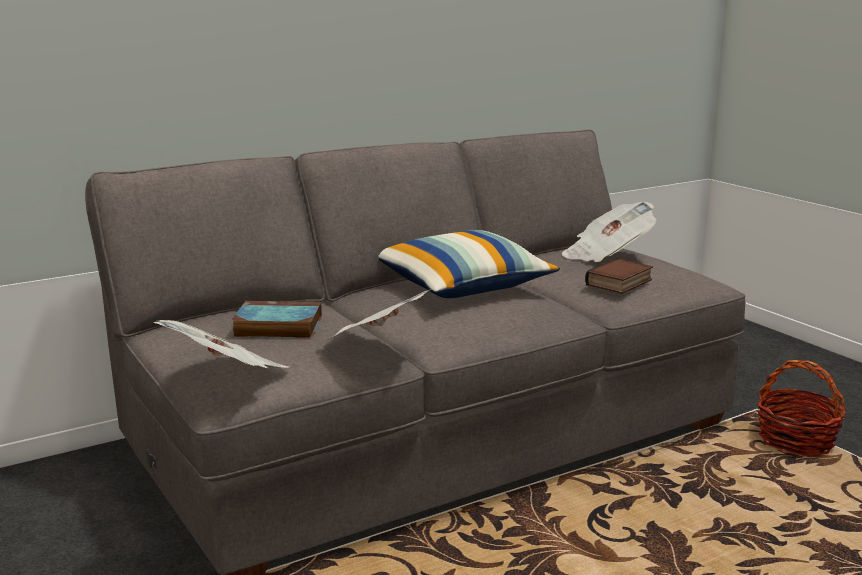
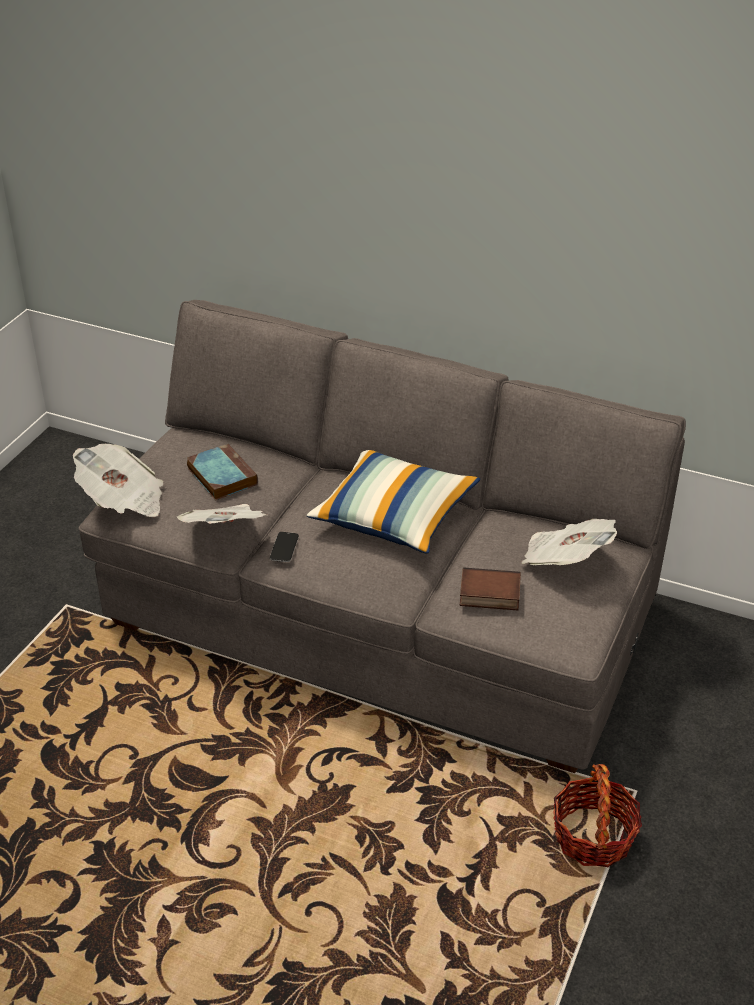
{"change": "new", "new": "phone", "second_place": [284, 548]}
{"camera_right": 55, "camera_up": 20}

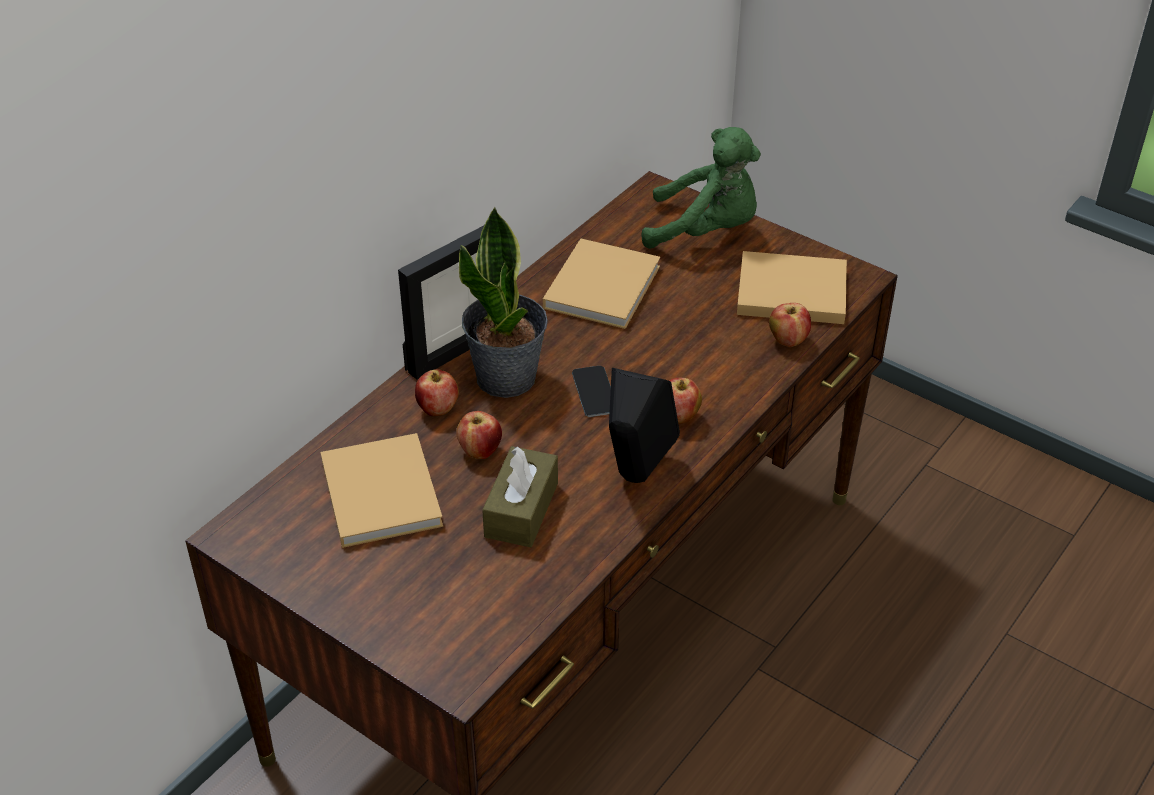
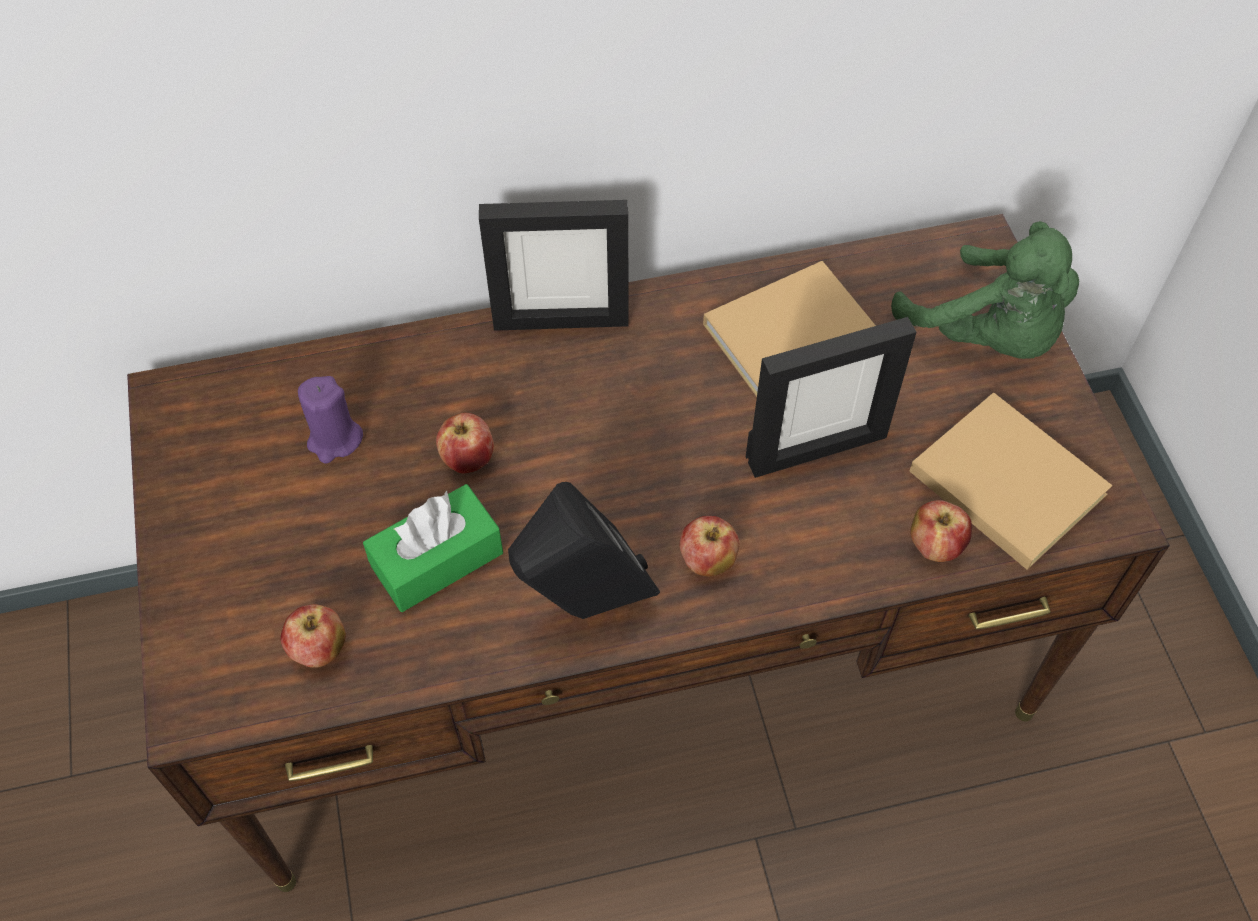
{"change": "gone", "old": "potted plant", "first_place": [507, 377]}
{"change": "gone", "old": "phone", "first_place": [594, 392]}
{"change": "new", "new": "standing frame", "second_place": [816, 447]}
{"change": "shifted", "old": "whole apple", "first_place": [437, 409], "second_place": [319, 650]}
{"change": "swapped", "old": "book in beige", "new": "candle in purple", "first_place": [380, 490], "second_place": [334, 439]}
{"change": "repainted", "old": "tissue holder in brown", "new": "tissue holder in greenish", "first_place": [521, 510], "second_place": [437, 560]}
{"camera_right": 40, "camera_up": 15}

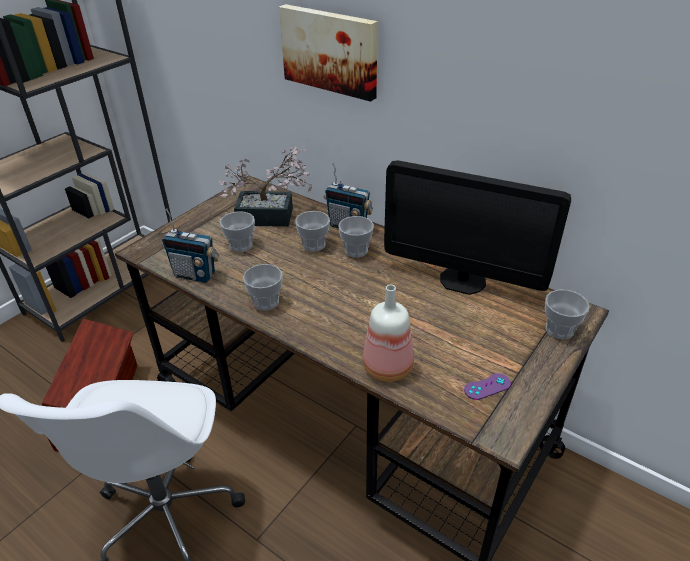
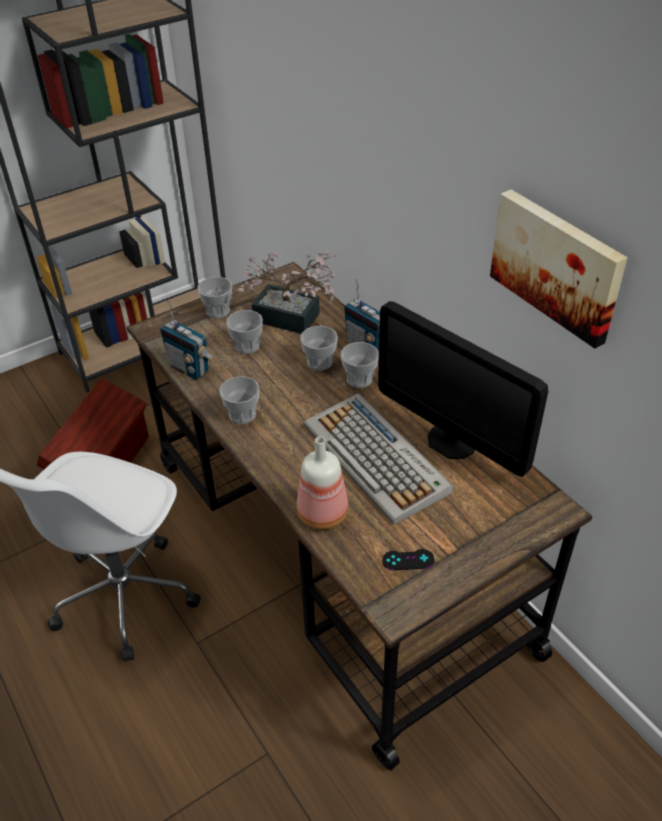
{"change": "new", "new": "PC keyboard", "second_place": [377, 459]}
{"change": "shifted", "old": "wall art", "first_place": [330, 50], "second_place": [557, 265]}
{"change": "shifted", "old": "drinking cup", "first_place": [559, 330], "second_place": [218, 311]}
{"change": "repainted", "old": "joypad in purple", "new": "joypad in black-coloured", "first_place": [487, 386], "second_place": [408, 560]}
{"camera_right": 20, "camera_up": 5}

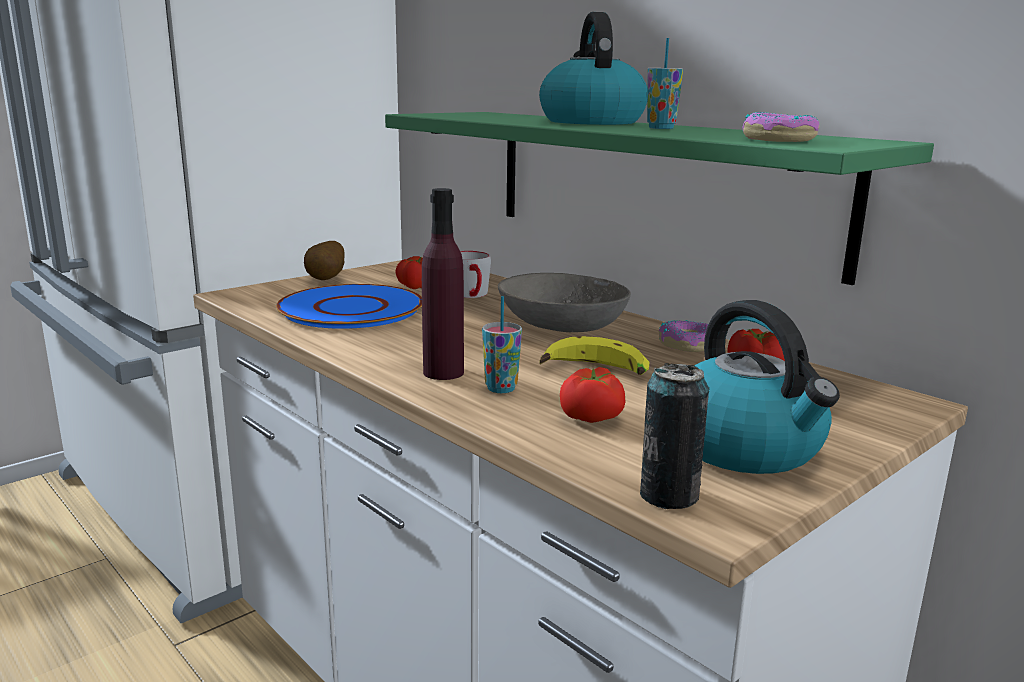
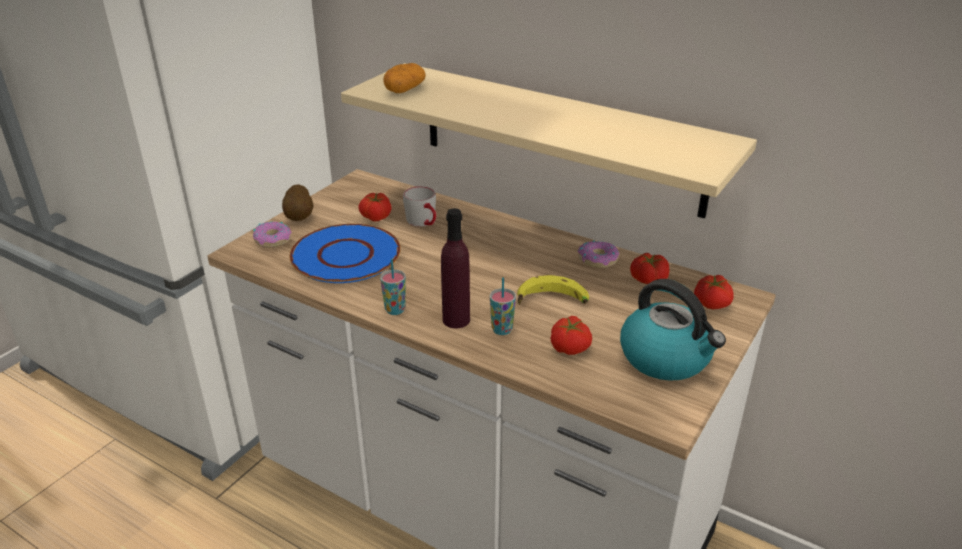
{"change": "gone", "old": "bowl in gray", "first_place": [562, 324]}
{"change": "gone", "old": "kettle", "first_place": [590, 122]}
{"change": "gone", "old": "sealed can", "first_place": [669, 495]}
{"change": "new", "new": "spud", "second_place": [404, 90]}
{"change": "new", "new": "whole tomato", "second_place": [712, 303]}
{"change": "shifted", "old": "drinking cup", "first_place": [661, 128], "second_place": [395, 310]}
{"change": "shifted", "old": "donut", "first_place": [778, 140], "second_place": [273, 240]}
{"change": "repainted", "old": "bracket shelf in greenish", "new": "bracket shelf in beige", "first_place": [654, 185], "second_place": [559, 138]}
{"camera_right": -15, "camera_up": 15}

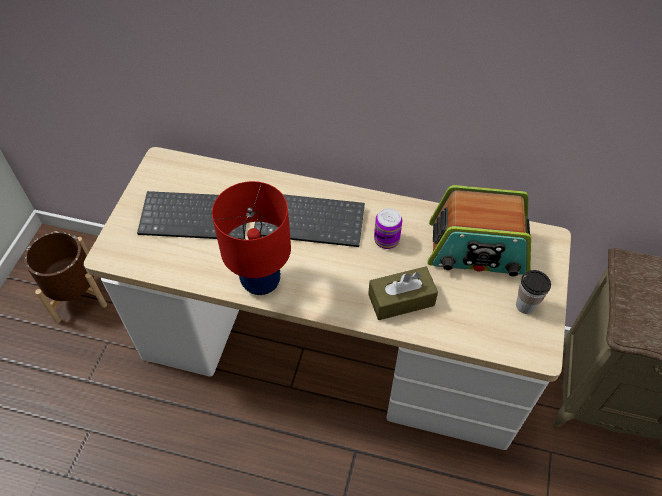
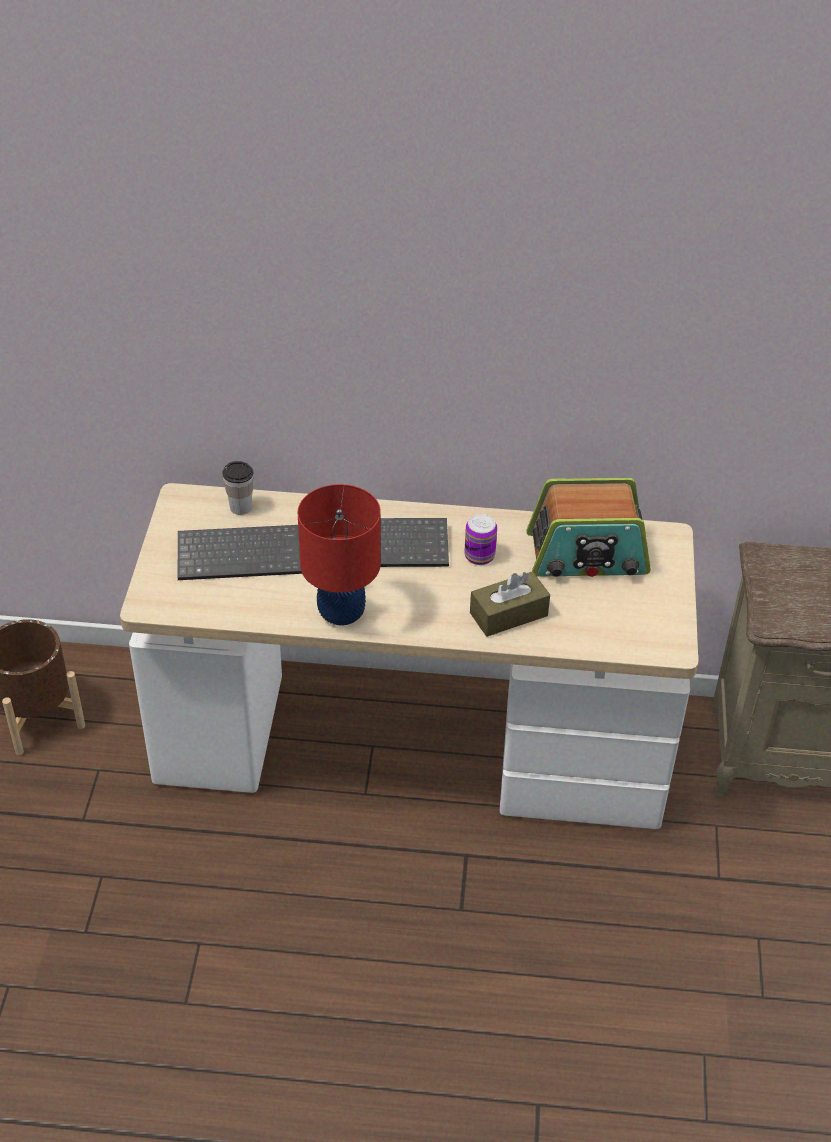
{"change": "shifted", "old": "drinking cup", "first_place": [525, 305], "second_place": [240, 507]}
{"camera_right": -10, "camera_up": -10}

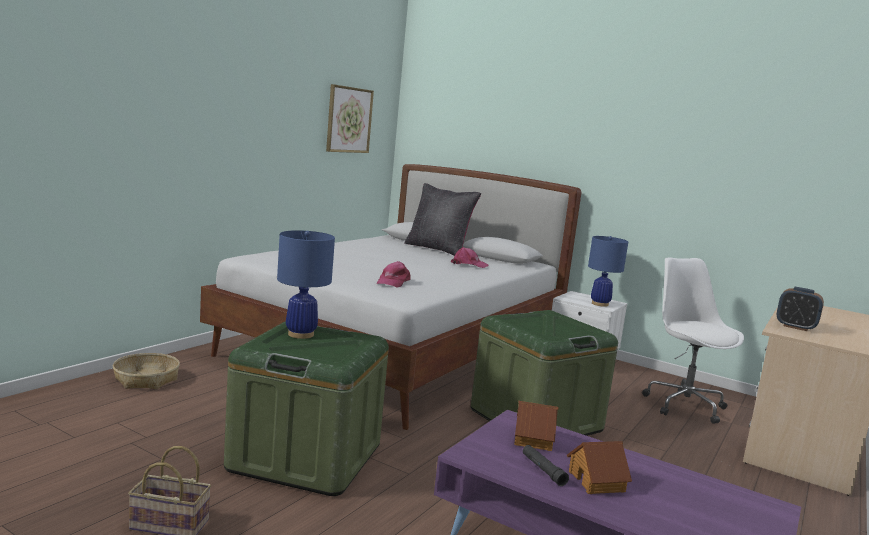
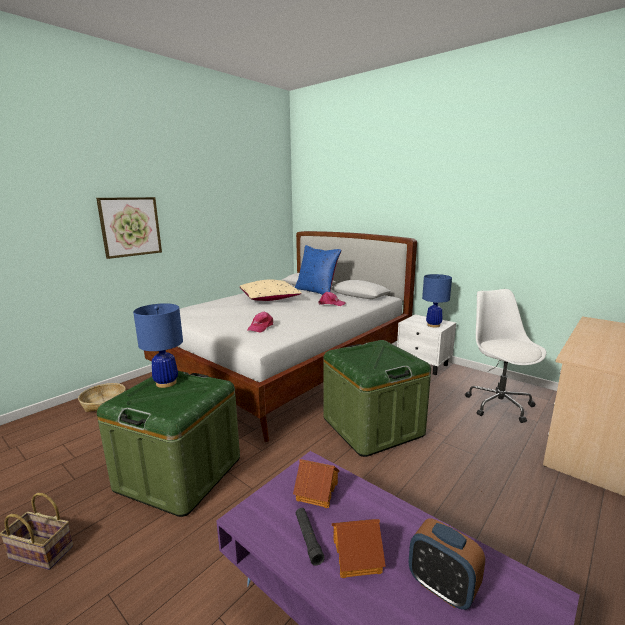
{"change": "new", "new": "throw pillow in beige", "second_place": [269, 299]}
{"change": "shifted", "old": "wall art", "first_place": [349, 120], "second_place": [130, 226]}
{"change": "shifted", "old": "bedside clock", "first_place": [795, 327], "second_place": [442, 587]}
{"change": "repainted", "old": "throw pillow in black-coloured", "new": "throw pillow in blue-coloured", "first_place": [438, 249], "second_place": [316, 291]}
{"camera_right": 10, "camera_up": 5}

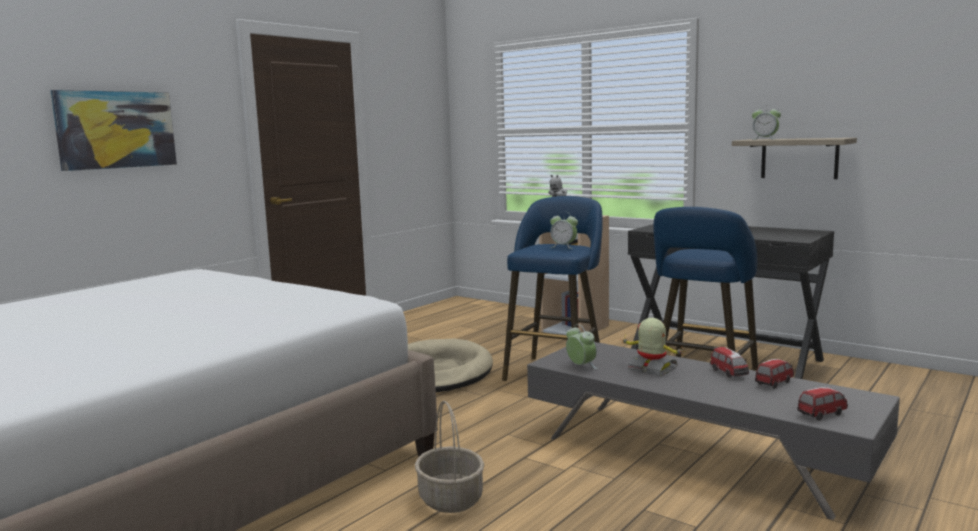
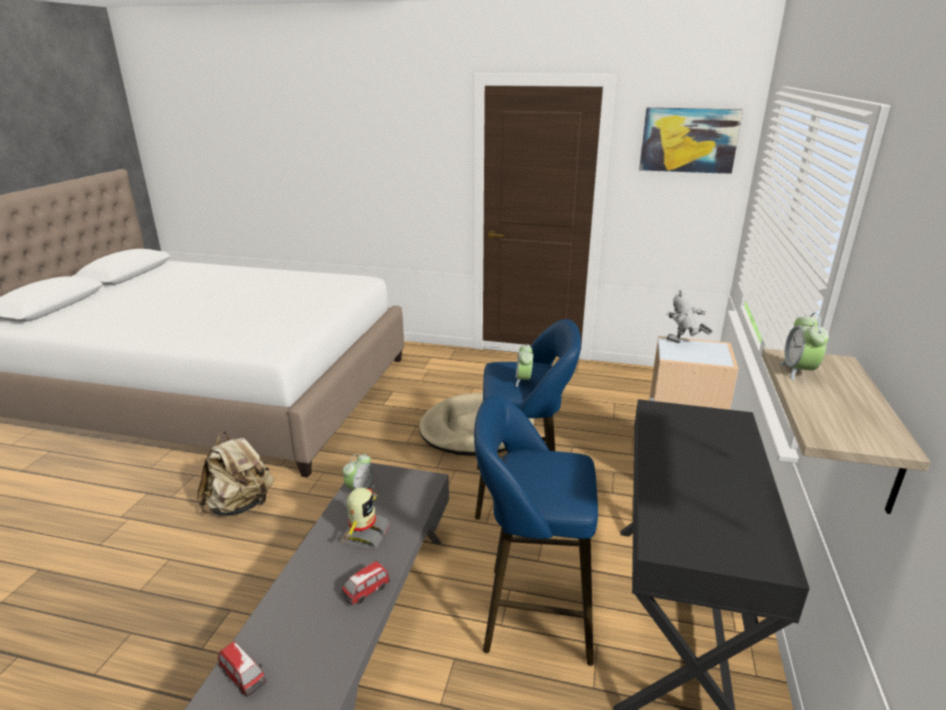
{"change": "gone", "old": "miniature car", "first_place": [774, 383]}
{"change": "shifted", "old": "wall art", "first_place": [116, 129], "second_place": [688, 140]}
{"change": "swapped", "old": "storage basket", "new": "rucksack in beige", "first_place": [450, 499], "second_place": [240, 505]}
{"camera_right": 65, "camera_up": 15}

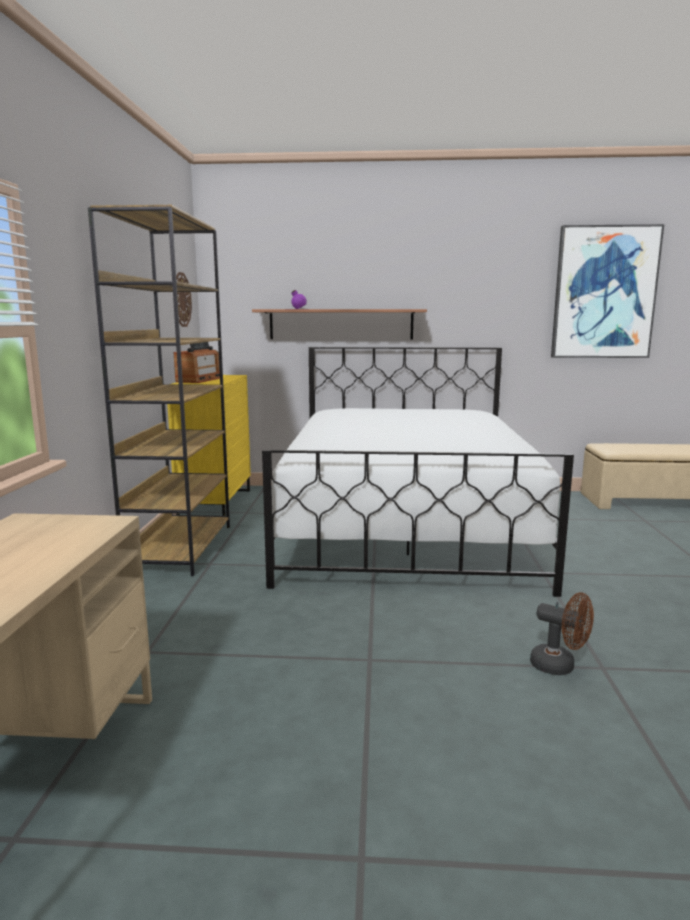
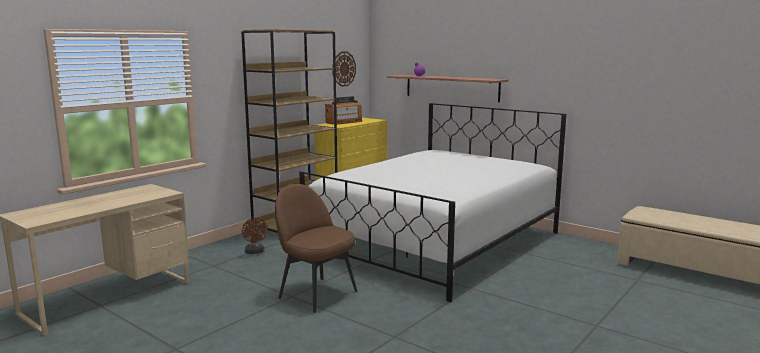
{"change": "gone", "old": "wall art", "first_place": [604, 293]}
{"change": "new", "new": "chair in brown", "second_place": [316, 293]}
{"change": "shifted", "old": "fan in brown", "first_place": [559, 666], "second_place": [255, 252]}
{"camera_right": 35, "camera_up": 0}

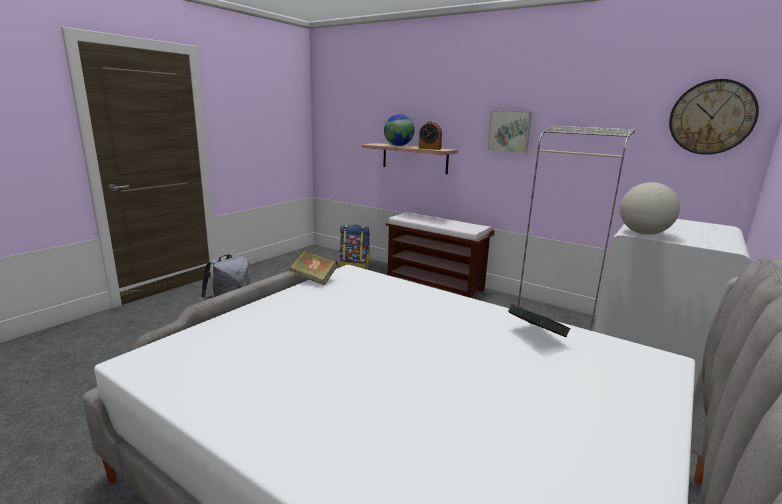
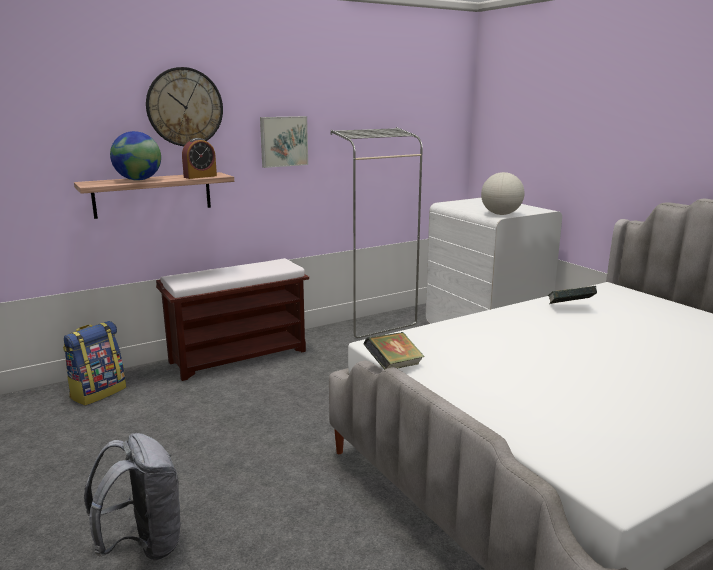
{"change": "shifted", "old": "hanging clock", "first_place": [711, 117], "second_place": [184, 107]}
{"camera_right": -65, "camera_up": 0}

